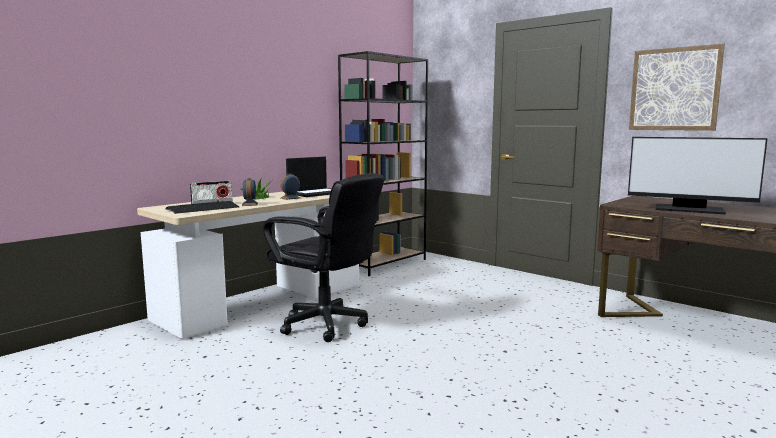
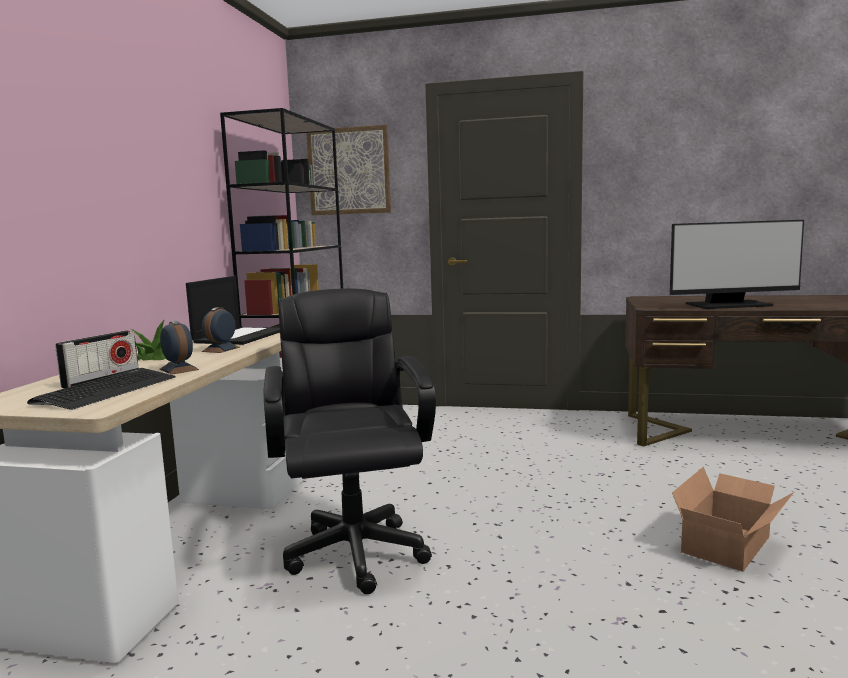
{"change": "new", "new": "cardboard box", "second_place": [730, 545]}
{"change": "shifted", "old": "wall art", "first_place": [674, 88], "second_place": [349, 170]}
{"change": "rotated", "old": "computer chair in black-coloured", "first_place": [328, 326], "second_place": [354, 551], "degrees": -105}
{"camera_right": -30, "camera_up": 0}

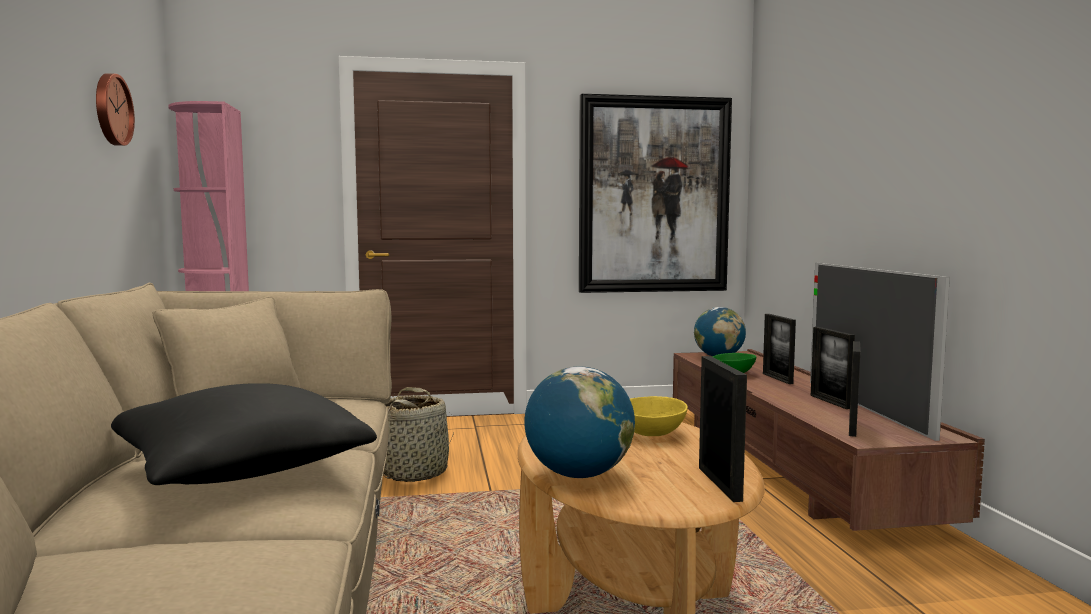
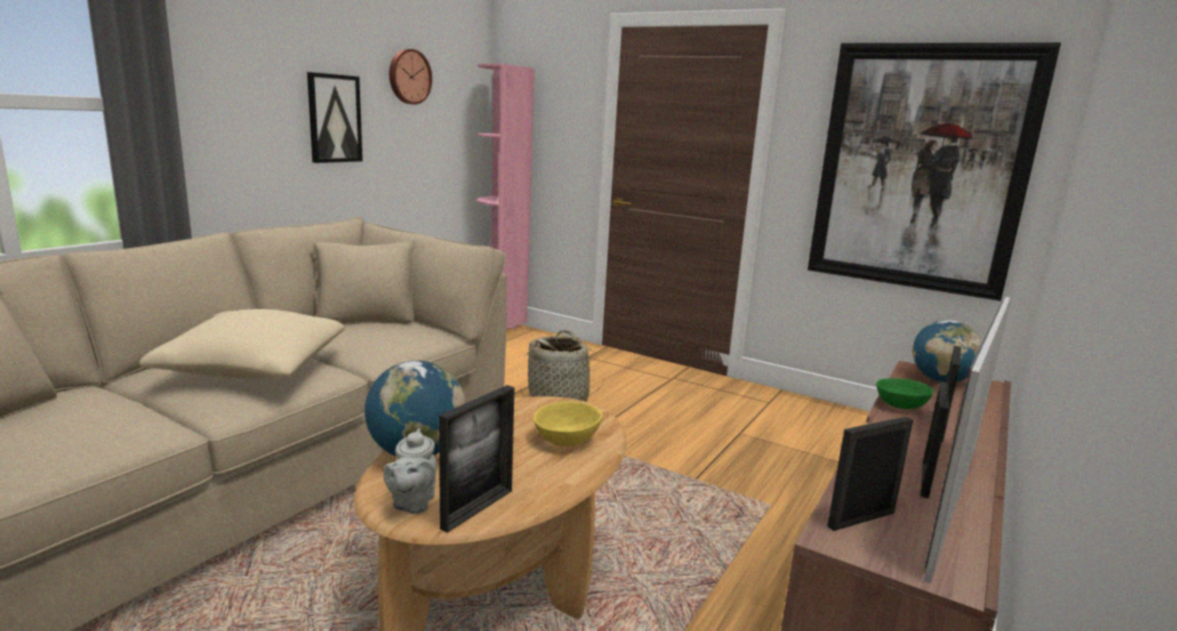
{"change": "new", "new": "wall art", "second_place": [334, 118]}
{"change": "new", "new": "teapot in gray", "second_place": [412, 503]}
{"change": "repainted", "old": "throw pillow in black-coloured", "new": "throw pillow in beige", "first_place": [242, 468], "second_place": [254, 368]}
{"camera_right": 40, "camera_up": 10}

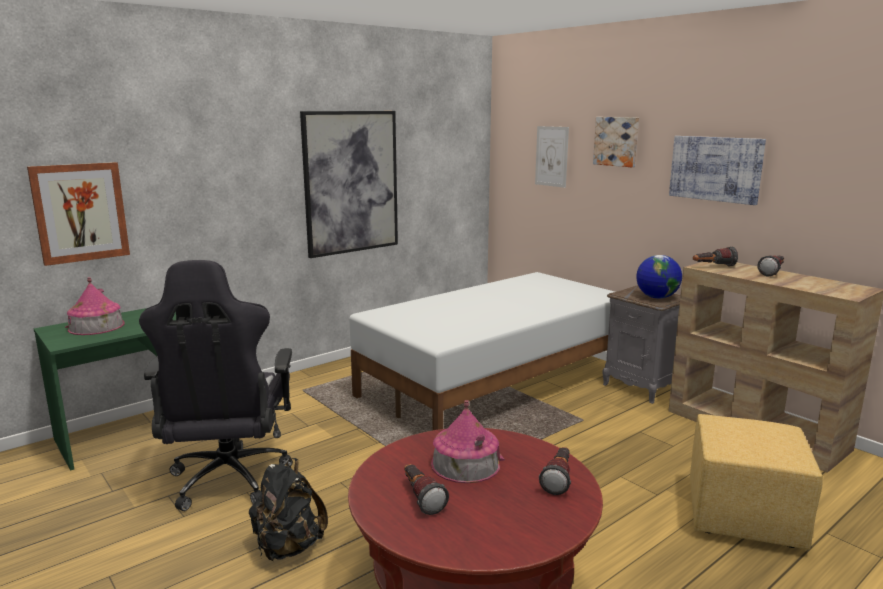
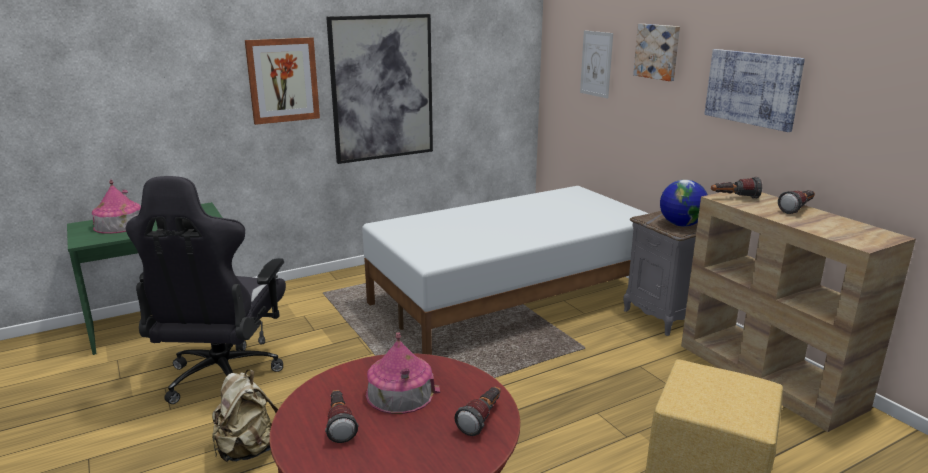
{"change": "shifted", "old": "wall art", "first_place": [80, 212], "second_place": [283, 80]}
{"change": "repainted", "old": "rucksack in black-coloured", "new": "rucksack in beige", "first_place": [288, 547], "second_place": [248, 450]}
{"camera_right": 10, "camera_up": 5}

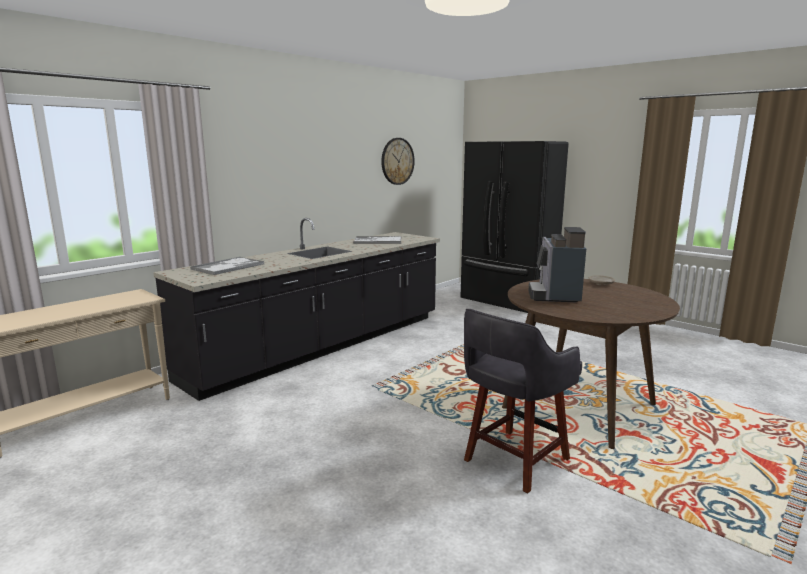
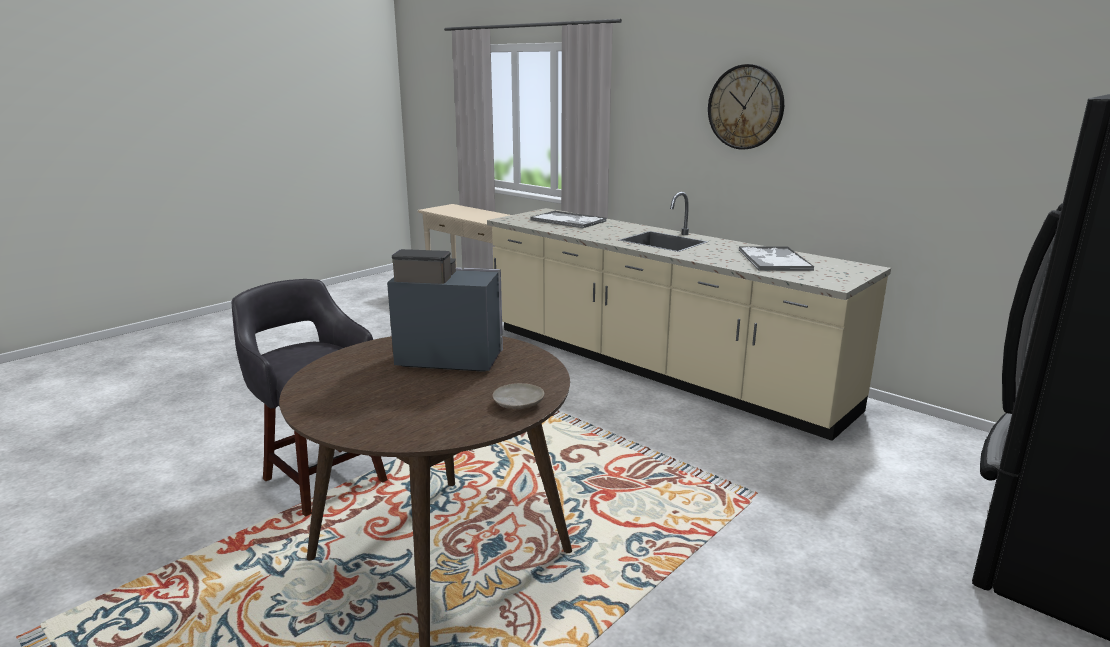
{"change": "shifted", "old": "hanging clock", "first_place": [397, 161], "second_place": [745, 107]}
{"change": "repainted", "old": "kitchen counter in black-coloured", "new": "kitchen counter in beige", "first_place": [323, 346], "second_place": [655, 367]}
{"camera_right": 90, "camera_up": 5}

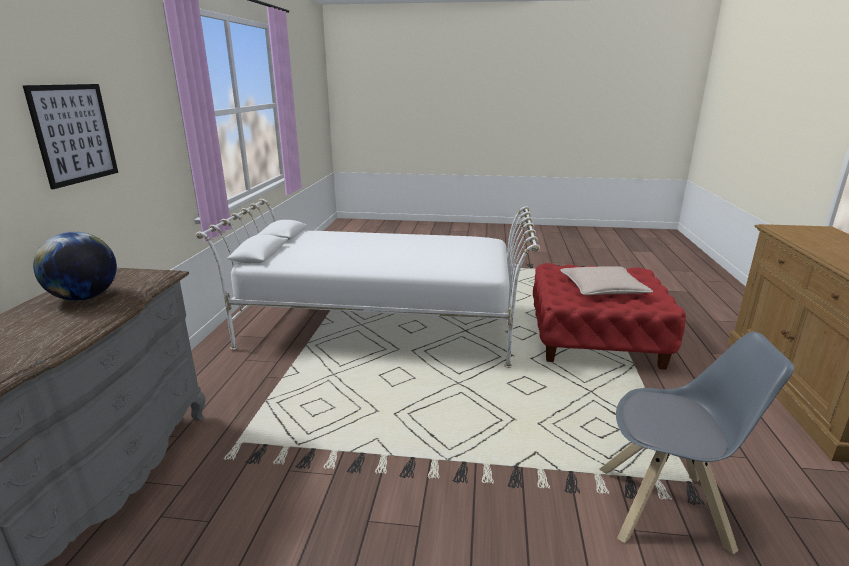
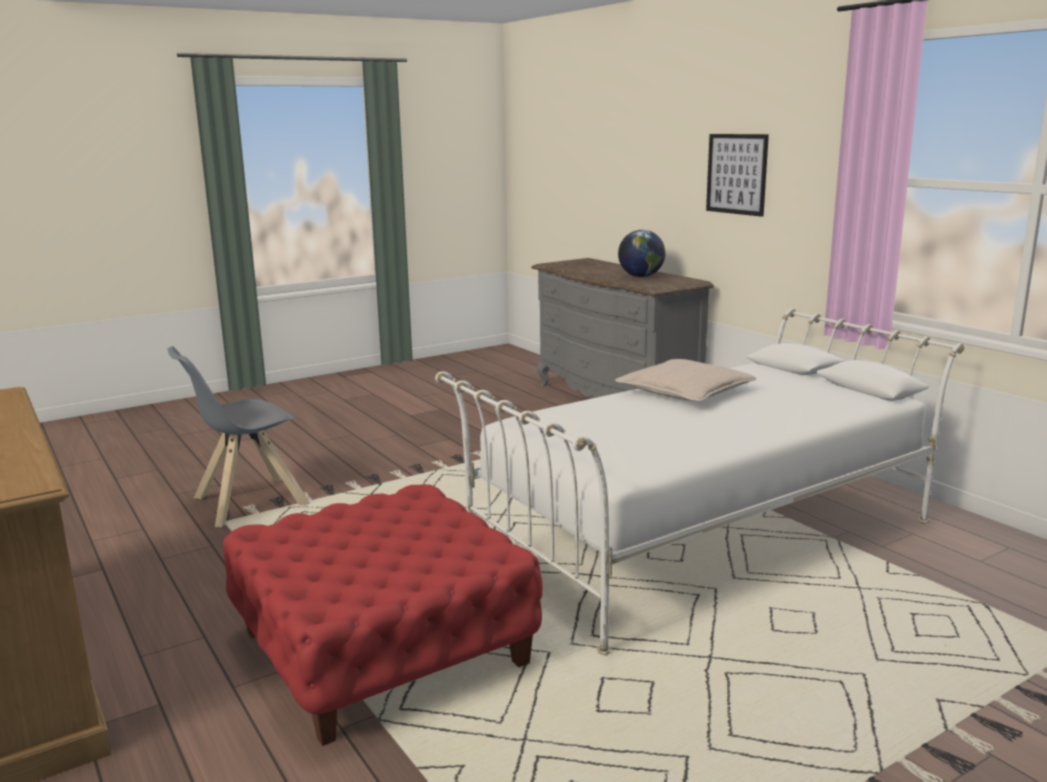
{"change": "shifted", "old": "throw pillow in beige", "first_place": [603, 288], "second_place": [685, 391]}
{"camera_right": 140, "camera_up": -5}

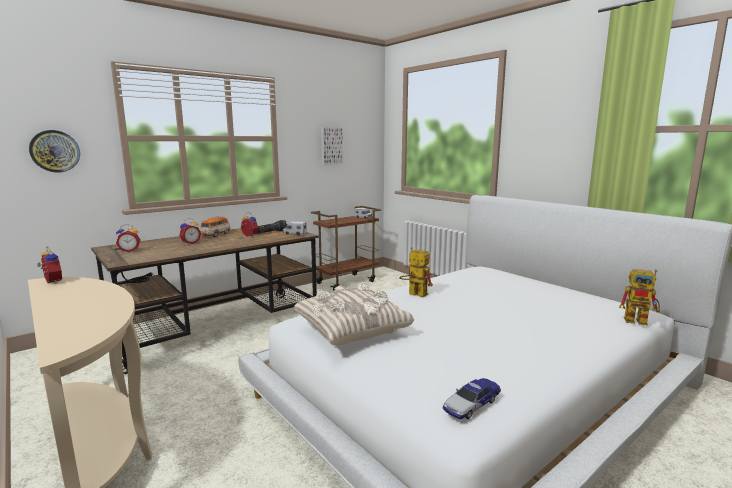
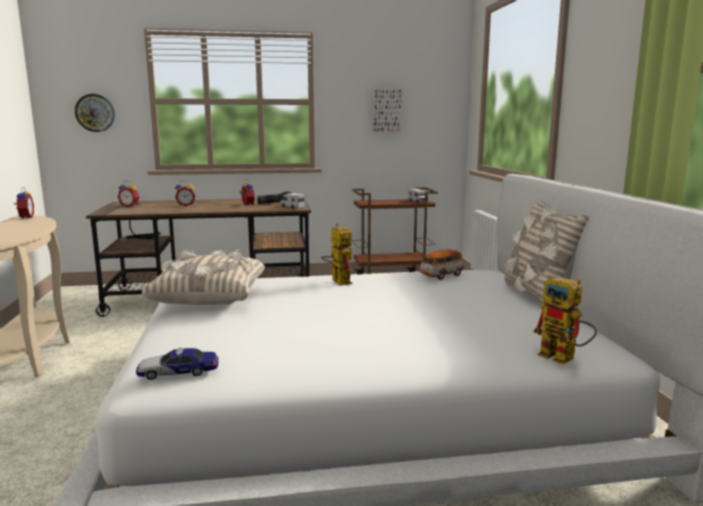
{"change": "new", "new": "throw pillow in beige", "second_place": [538, 296]}
{"change": "shifted", "old": "miniature car", "first_place": [215, 235], "second_place": [441, 275]}
{"camera_right": 30, "camera_up": 0}

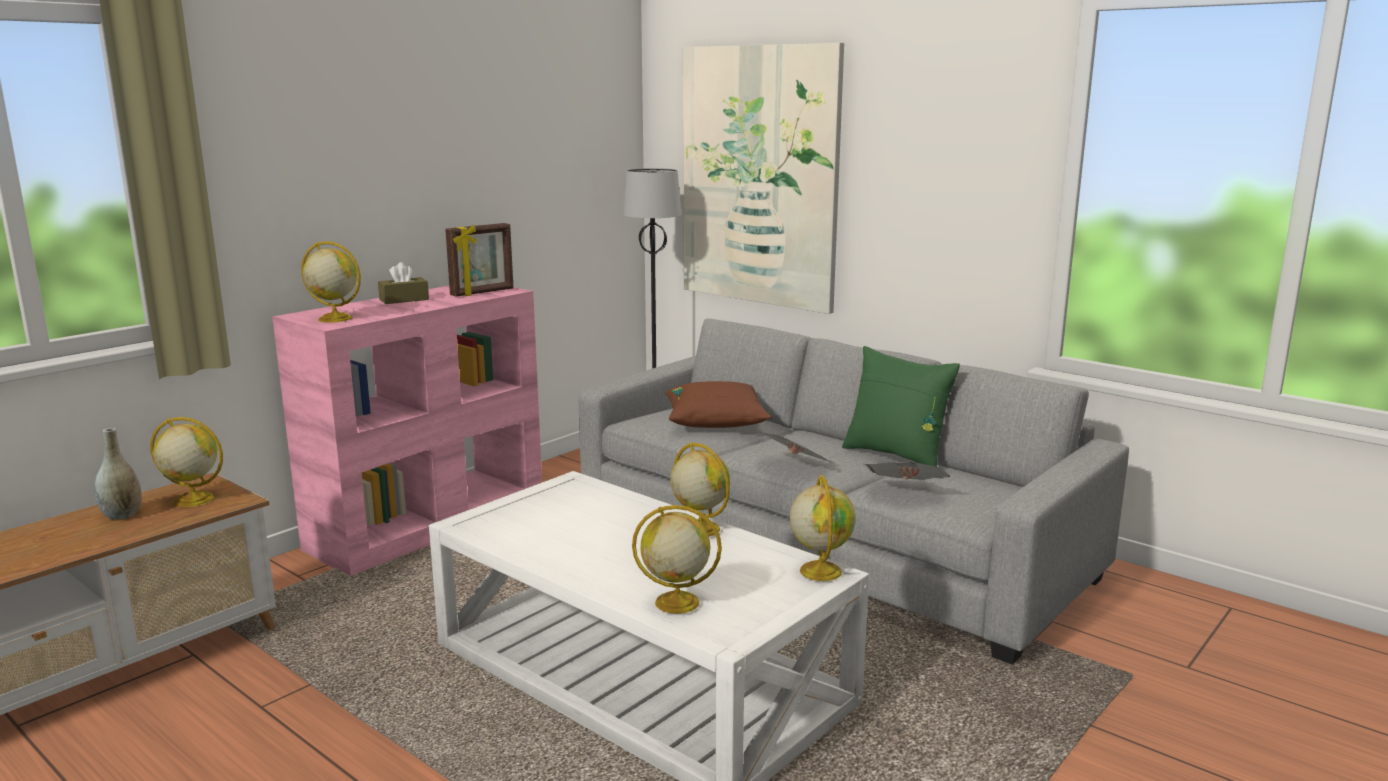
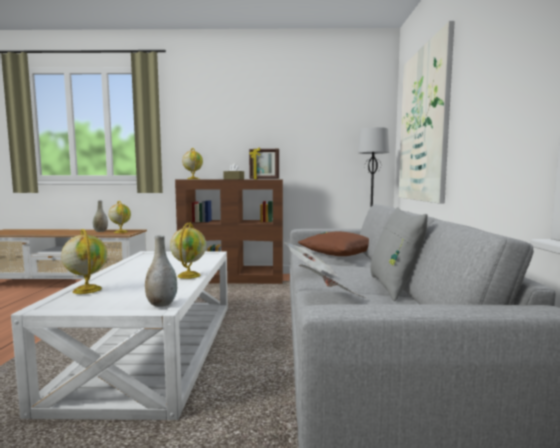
{"change": "swapped", "old": "world globe", "new": "decorative vase in gray", "first_place": [820, 570], "second_place": [162, 304]}
{"change": "repainted", "old": "bookcase in pink", "new": "bookcase in brown", "first_place": [427, 524], "second_place": [233, 278]}
{"change": "repainted", "old": "throw pillow in greenish", "new": "throw pillow in gray", "first_place": [895, 456], "second_place": [394, 288]}
{"camera_right": 50, "camera_up": -10}

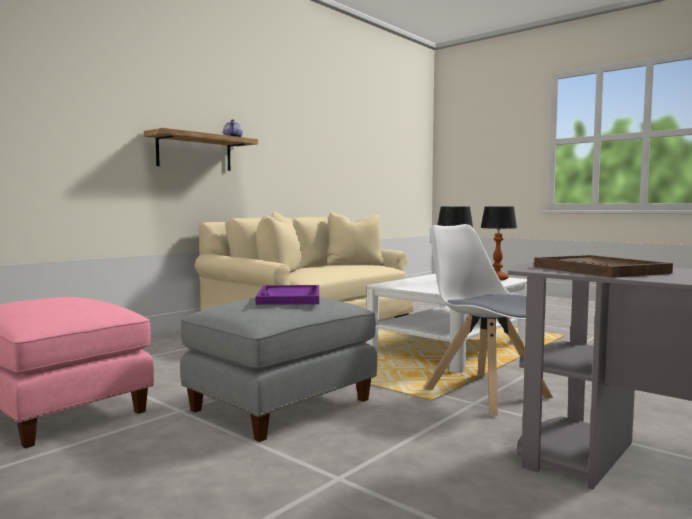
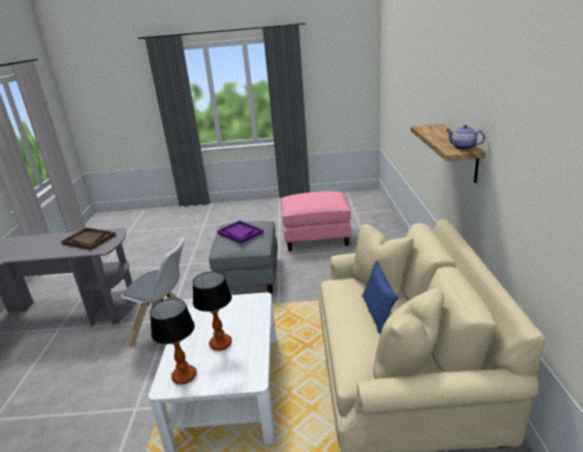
{"change": "new", "new": "throw pillow in blue-coloured", "second_place": [378, 313]}
{"camera_right": 140, "camera_up": 20}

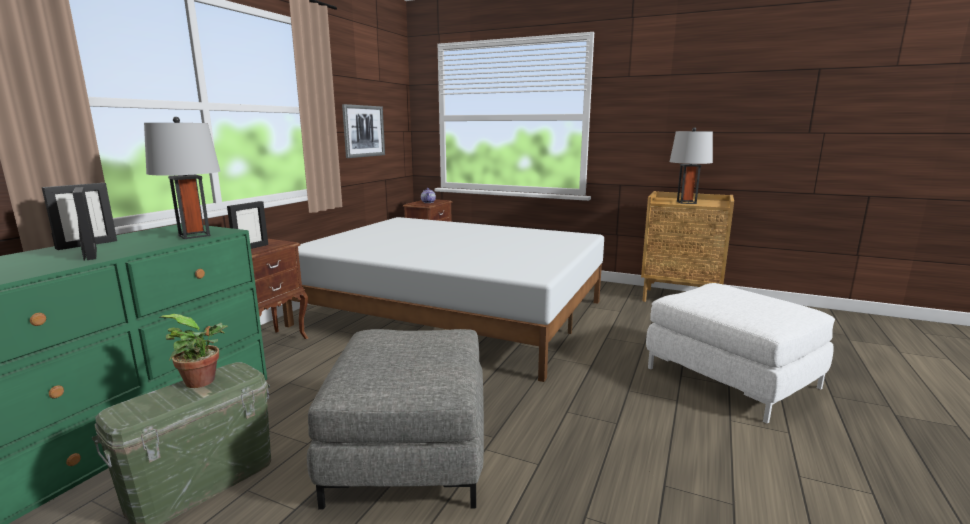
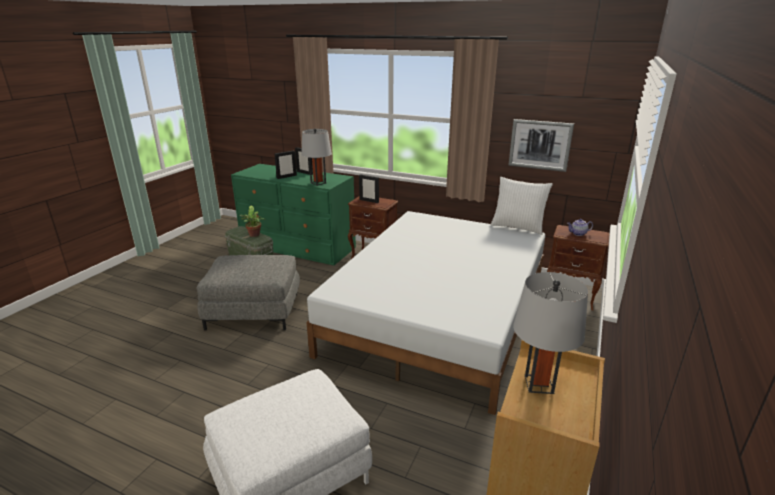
{"change": "new", "new": "throw pillow in white-coloured", "second_place": [517, 227]}
{"camera_right": 90, "camera_up": 10}

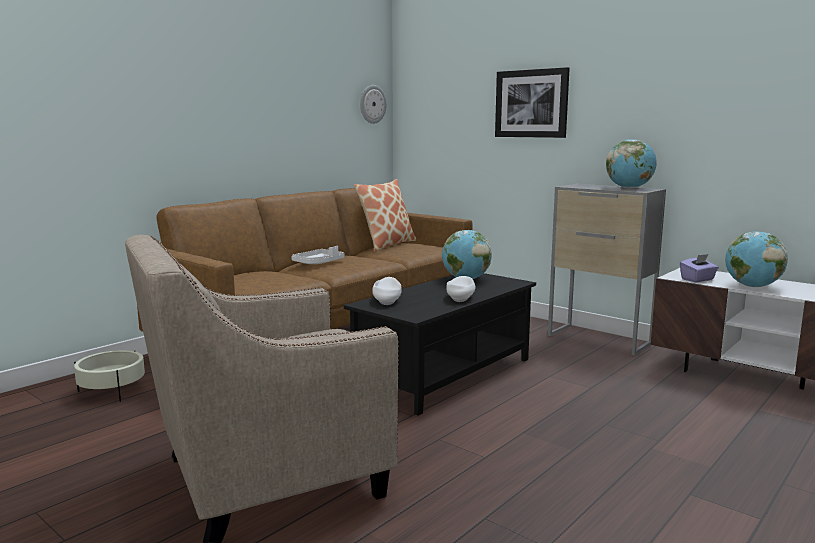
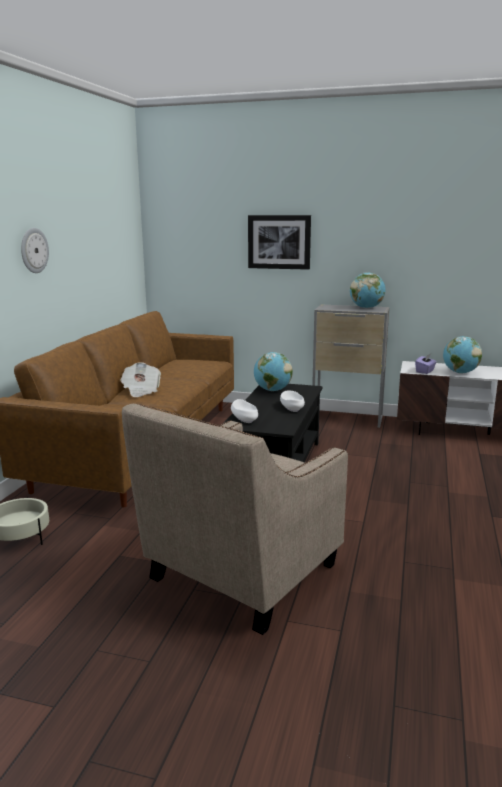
{"change": "gone", "old": "throw pillow", "first_place": [386, 245]}
{"change": "shifted", "old": "hanging clock", "first_place": [372, 104], "second_place": [33, 250]}
{"change": "swapped", "old": "tray in white-coloured", "new": "printed paper", "first_place": [318, 263], "second_place": [141, 390]}
{"camera_right": -25, "camera_up": 5}

